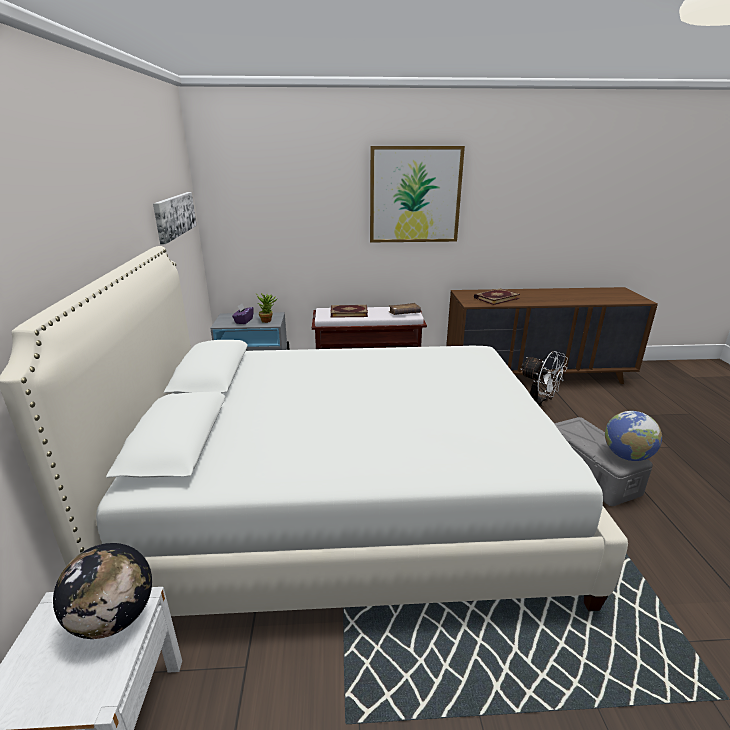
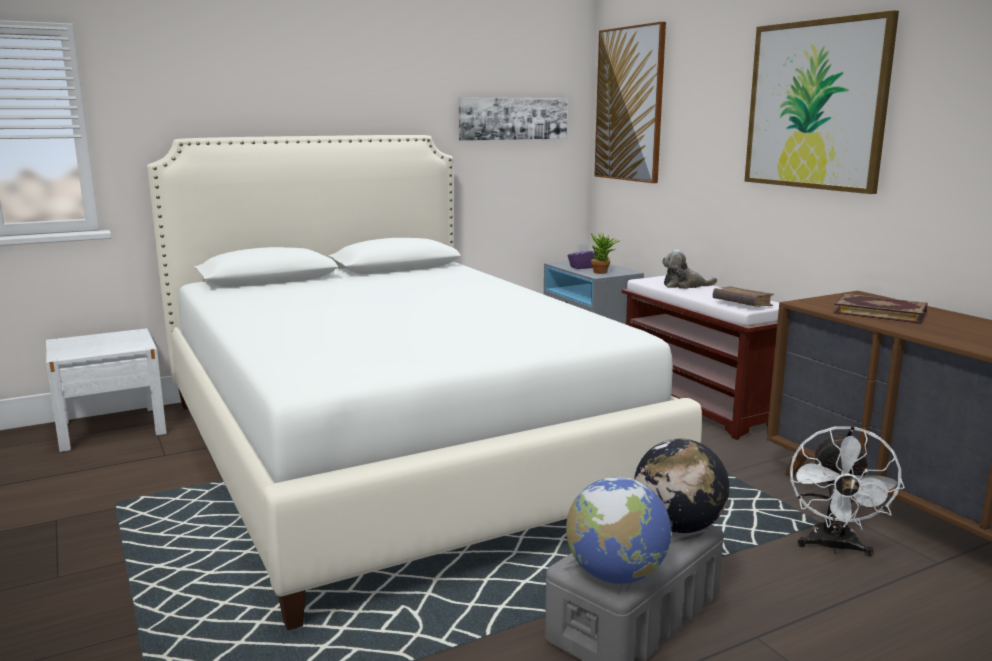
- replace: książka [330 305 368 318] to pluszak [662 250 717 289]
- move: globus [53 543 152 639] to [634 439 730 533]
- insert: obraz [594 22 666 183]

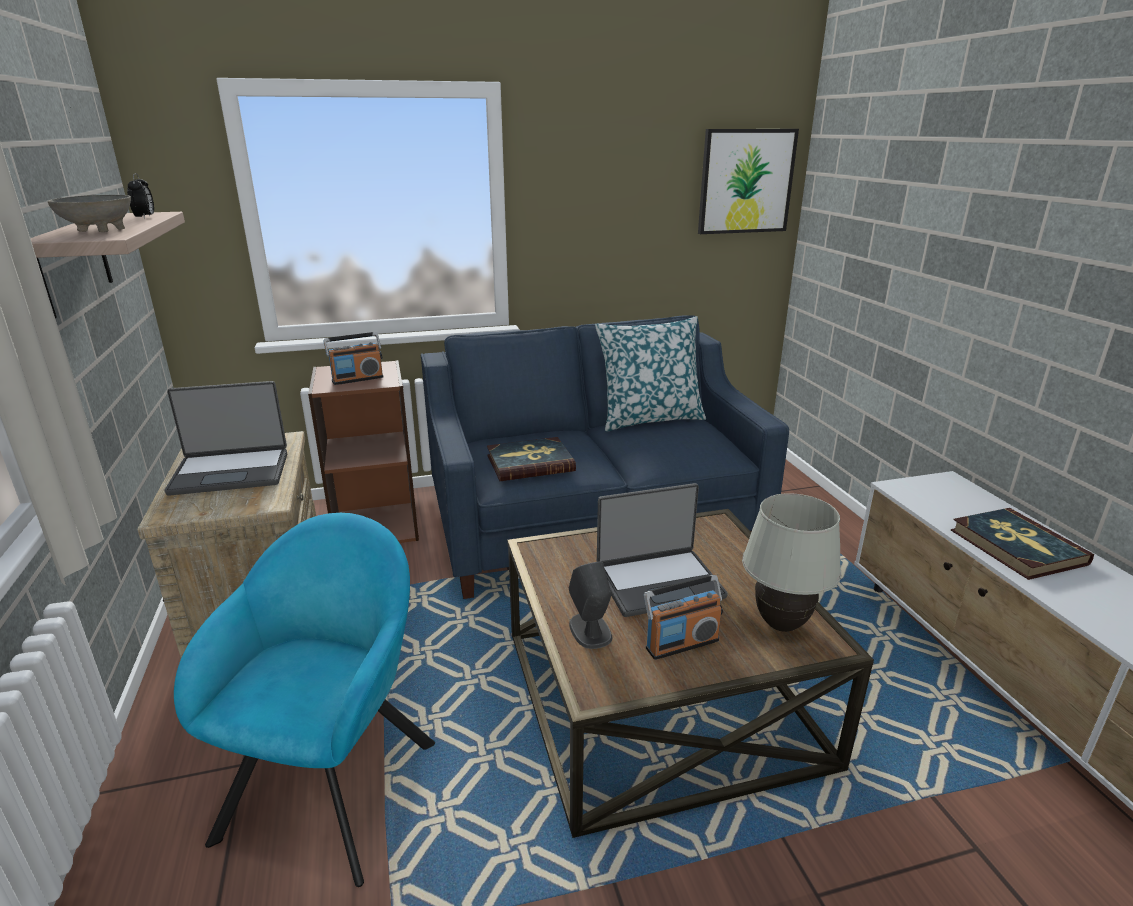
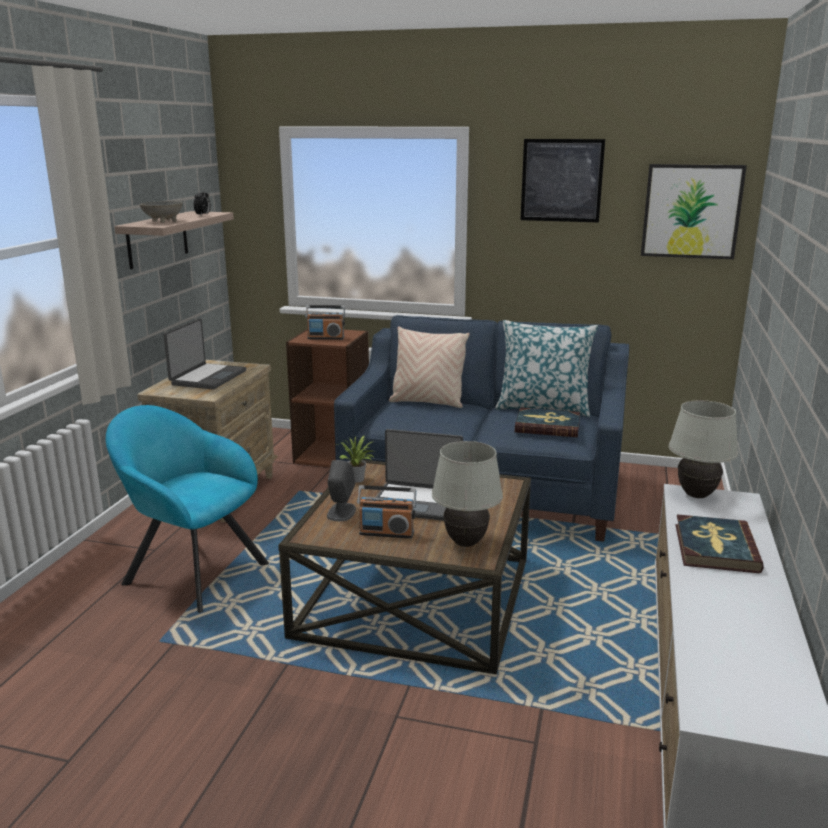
- rotate: laptop [165 381 287 496] = [163 318 246 389] 90 degrees counterclockwise
- move: książka [487 437 576 481] to [515 407 580 438]
- rotate: fotel (turkusowy) [174 513 435 887] = [106 405 269 613] 105 degrees counterclockwise
- insert: obraz [520 139 605 222]
- insert: poduszka (beżowy) [389 326 470 408]
- insert: lampa stołowa (biały) [669 400 738 498]
- insert: roślina doniczkowa [338 435 375 483]

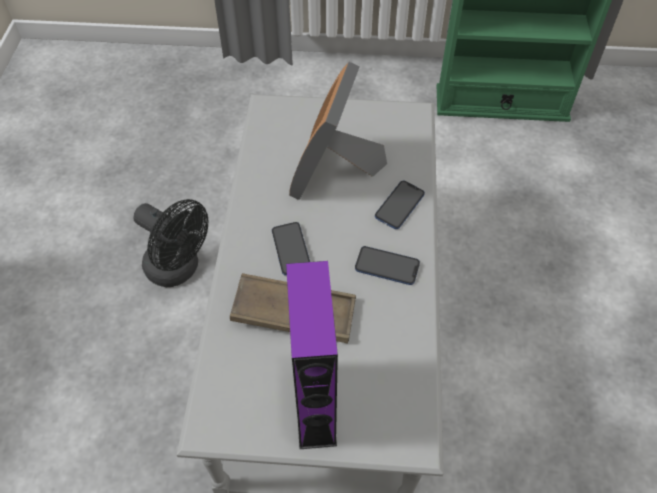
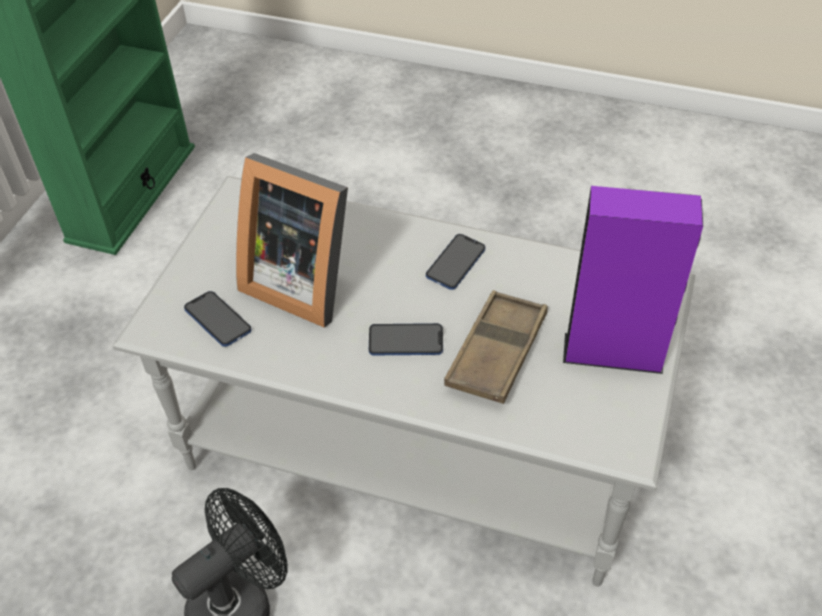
- move: telefon [375 181 425 229] to [184 291 252 347]

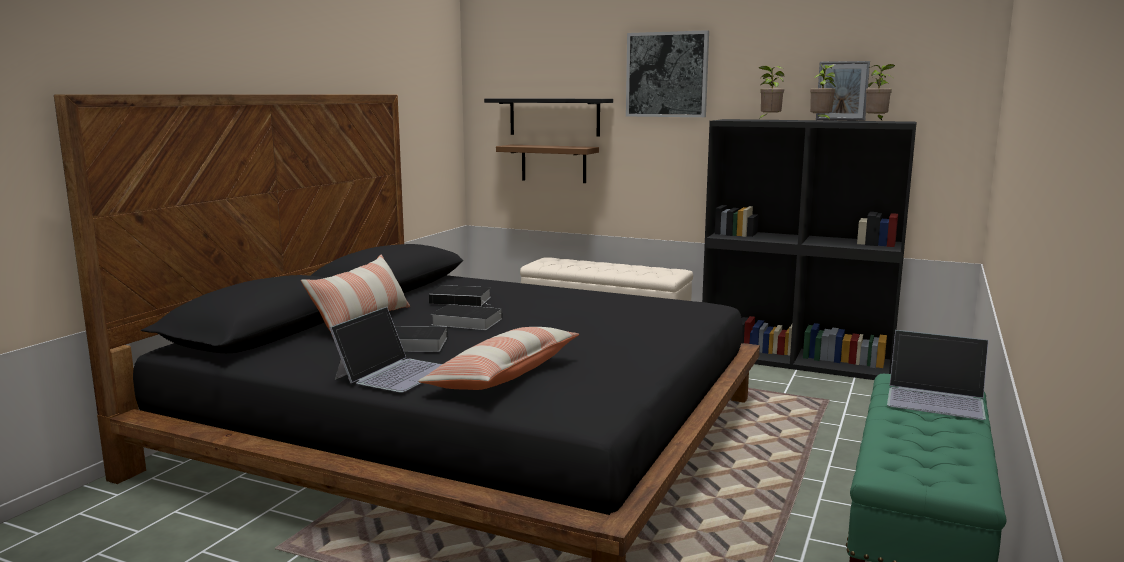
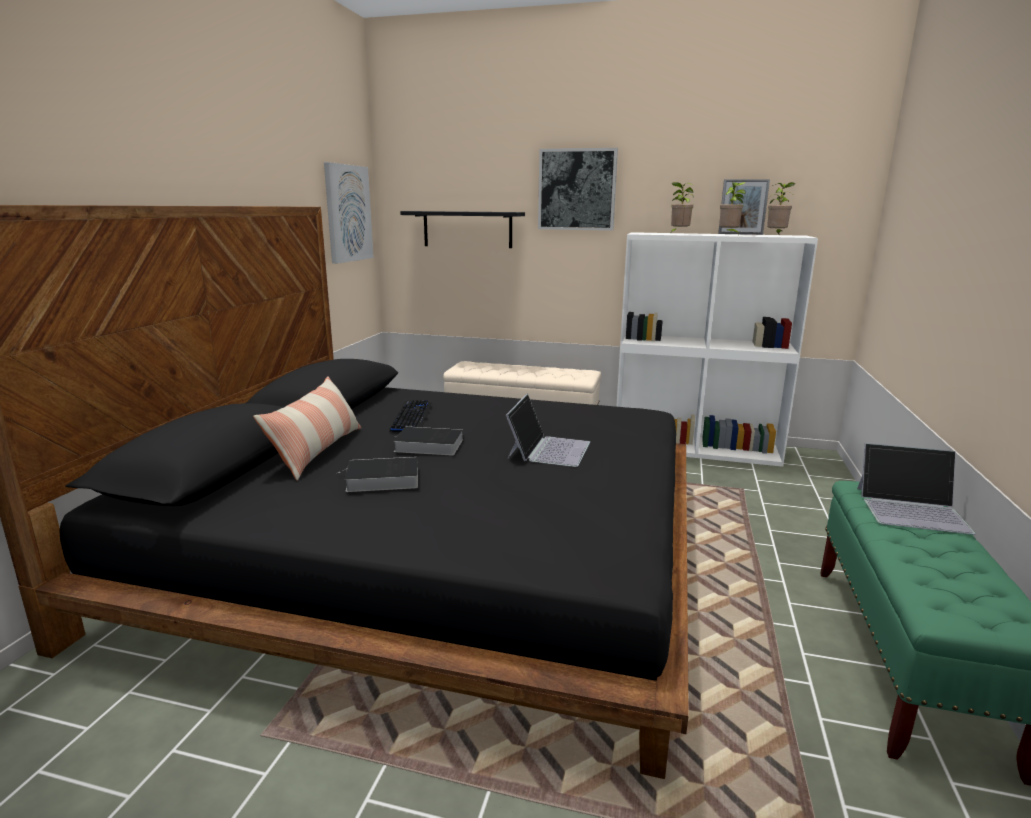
- recolor: regał (czarny) [702 119 917 380] to regał (biały) [616 232 818 467]
- delete: półka (brązowy) [496 145 599 183]
- replace: książka [429 285 493 306] to klawiatura [389 400 432 432]
- move: laptop [329 307 442 393] to [506 394 590 467]
- delete: poduszka [418 327 579 390]
- insert: obraz [324 162 374 264]

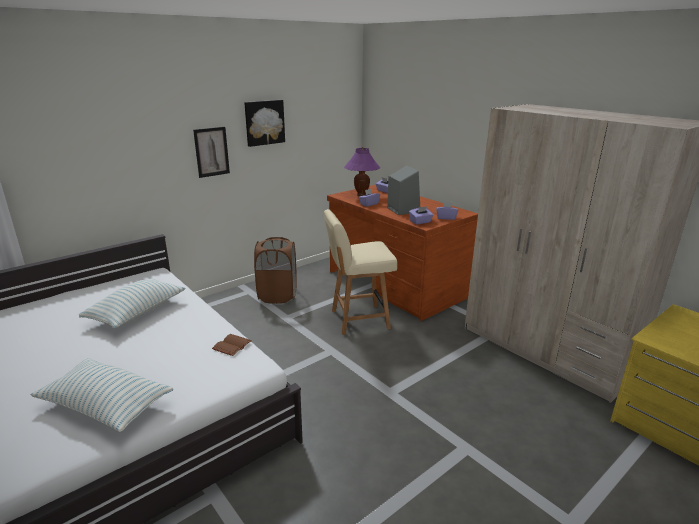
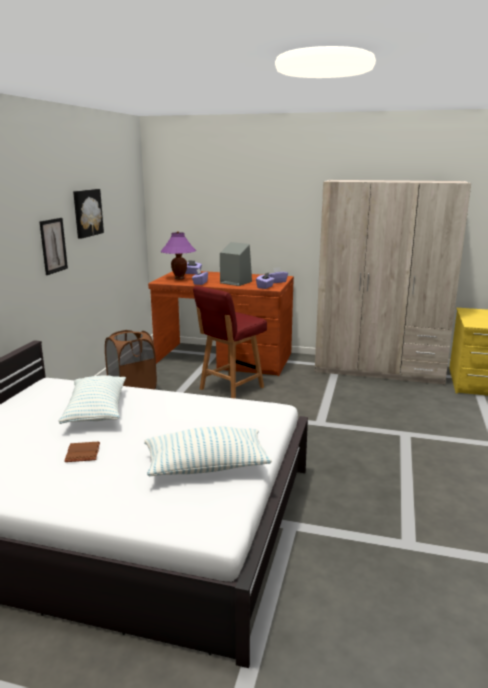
- recolor: krzesło (beżowy) [324 209 397 335] to krzesło (czerwony) [193 286 267 399]
- move: książka (brązowy) [212 334 252 356] to [64 441 100 462]

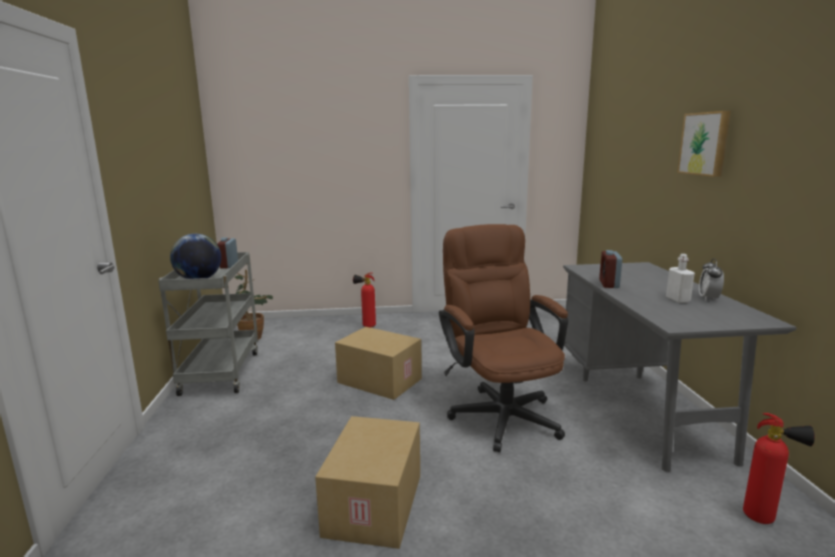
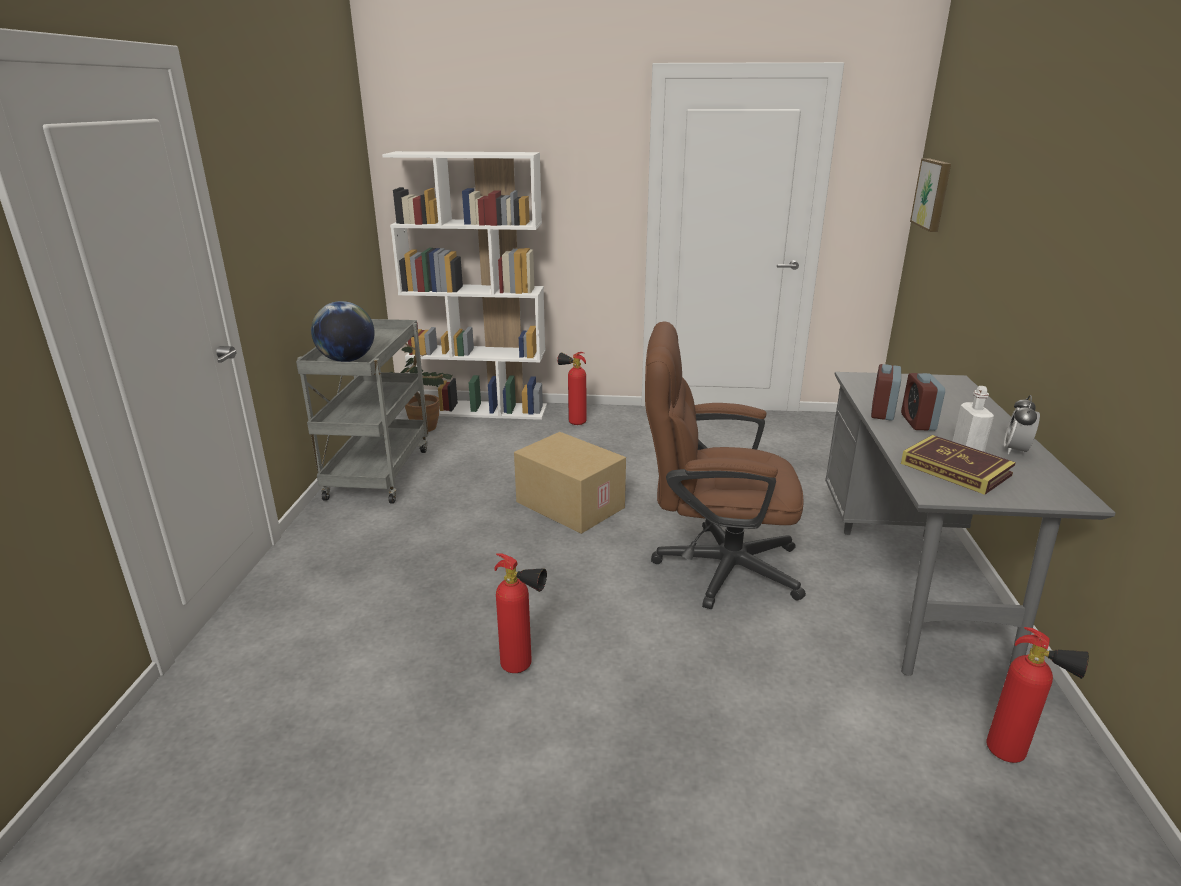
- move: obraz [677 111 731 177] to [910 158 951 232]
- rotate: krzesło biurowe (brązowy) [439 224 568 452] = [645 321 806 609] 75 degrees counterclockwise
- move: budzik [217 237 238 269] to [901 373 945 431]
- replace: karton [315 416 420 549] to gaśnica [494 553 547 673]
- insert: regał (biały) [382 151 547 420]
- insert: książka [901 435 1016 495]

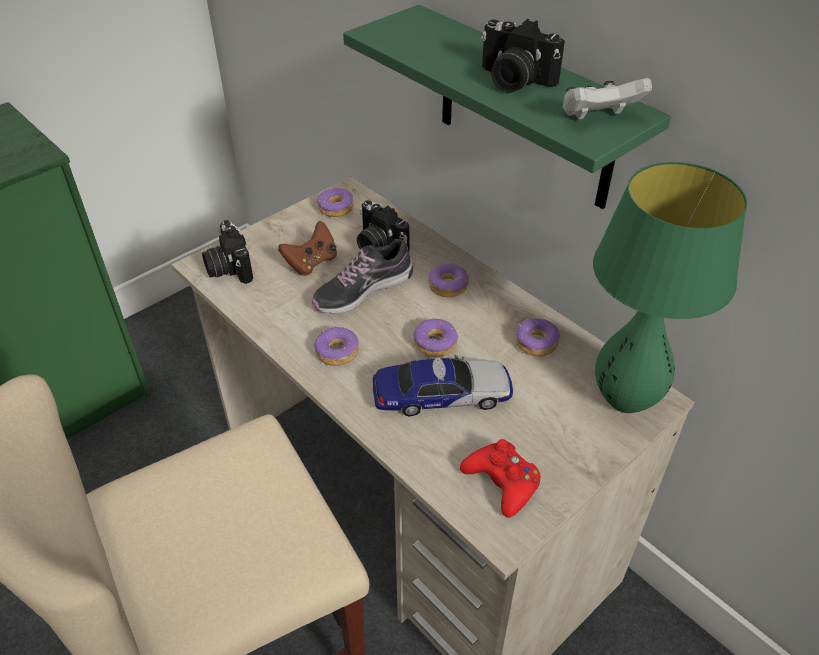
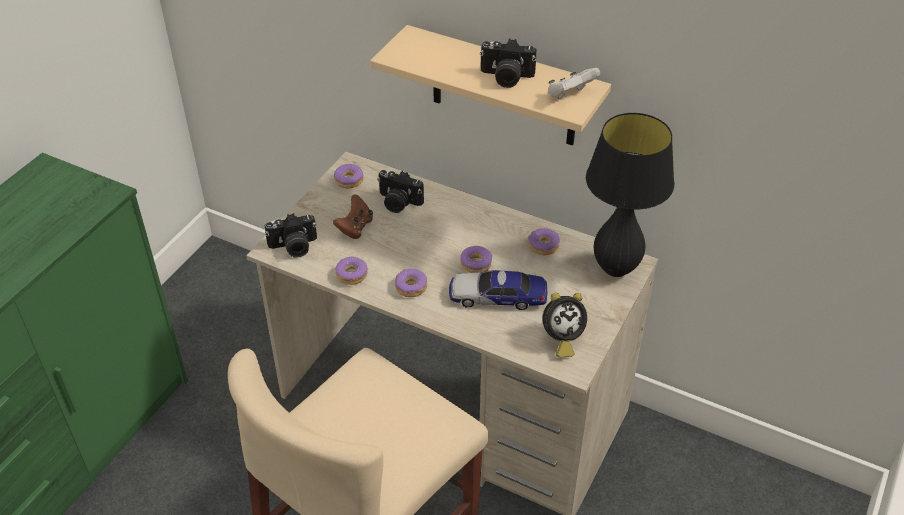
- recolor: półka (zielony) [343 5 671 209] to półka (beżowy) [370 25 611 146]
- recolor: lampa stołowa (zielony) [593 162 747 413] to lampa stołowa (czarny) [586 113 674 277]
- rotate: aparat fotograficzny [202 220 253 284] = [265 213 317 258] 60 degrees counterclockwise
- delete: but [312 235 413 314]
- move: donut [428 263 469 297] to [335 257 368 285]
- rotate: samochodzik [373 355 513 417] = [449 269 547 310] 150 degrees counterclockwise
- replace: pad do gier (czerwony) [460 439 541 518] to budzik [543 293 587 357]

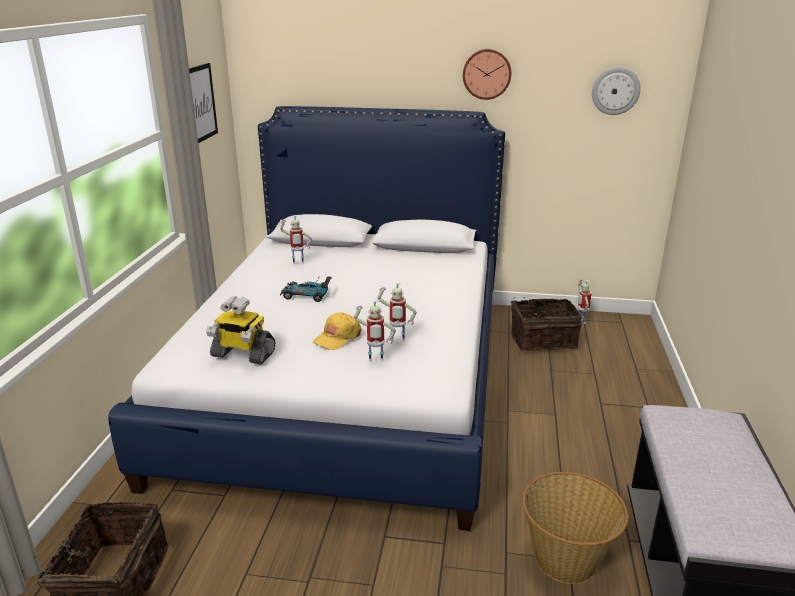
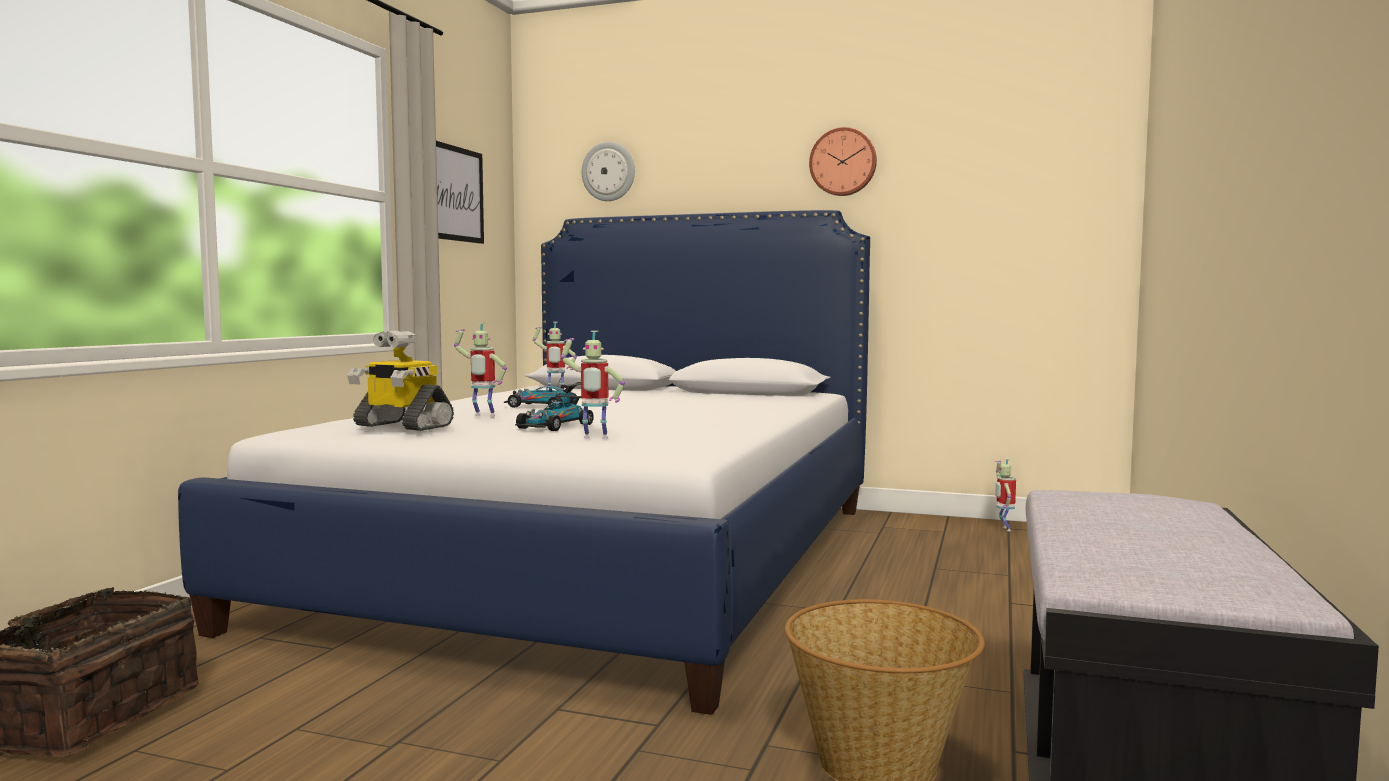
- move: zegar ścienny [592 67 641 115] to [582 142 635 201]
- move: robot zabawkowy [378 282 417 341] to [454 323 507 416]
- delete: koszyk [511 297 582 352]
- replace: czapka z daszkiem (żółty) [313 313 362 350] to samochodzik [515 389 594 431]

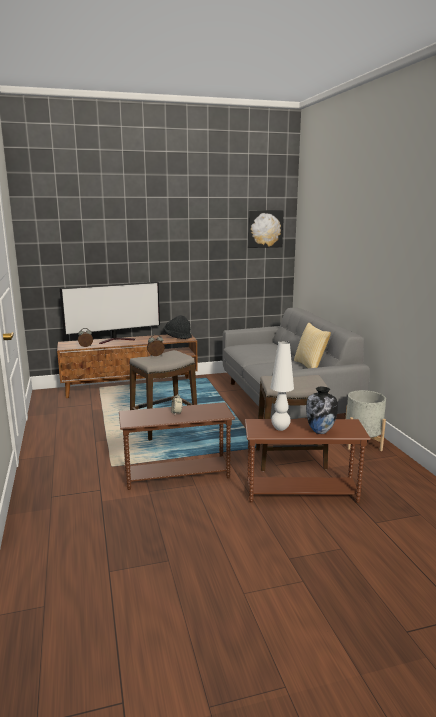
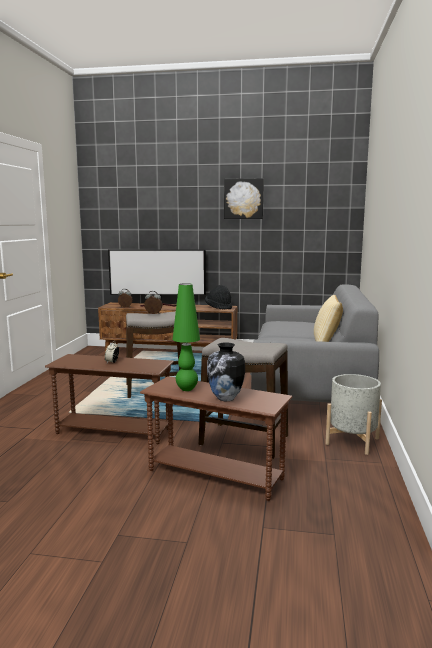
- move: obraz [248 210 284 248] to [224 178 264 219]
- recolor: lampa stołowa (biały) [270 341 294 431] to lampa stołowa (zielony) [172 283 200 391]

